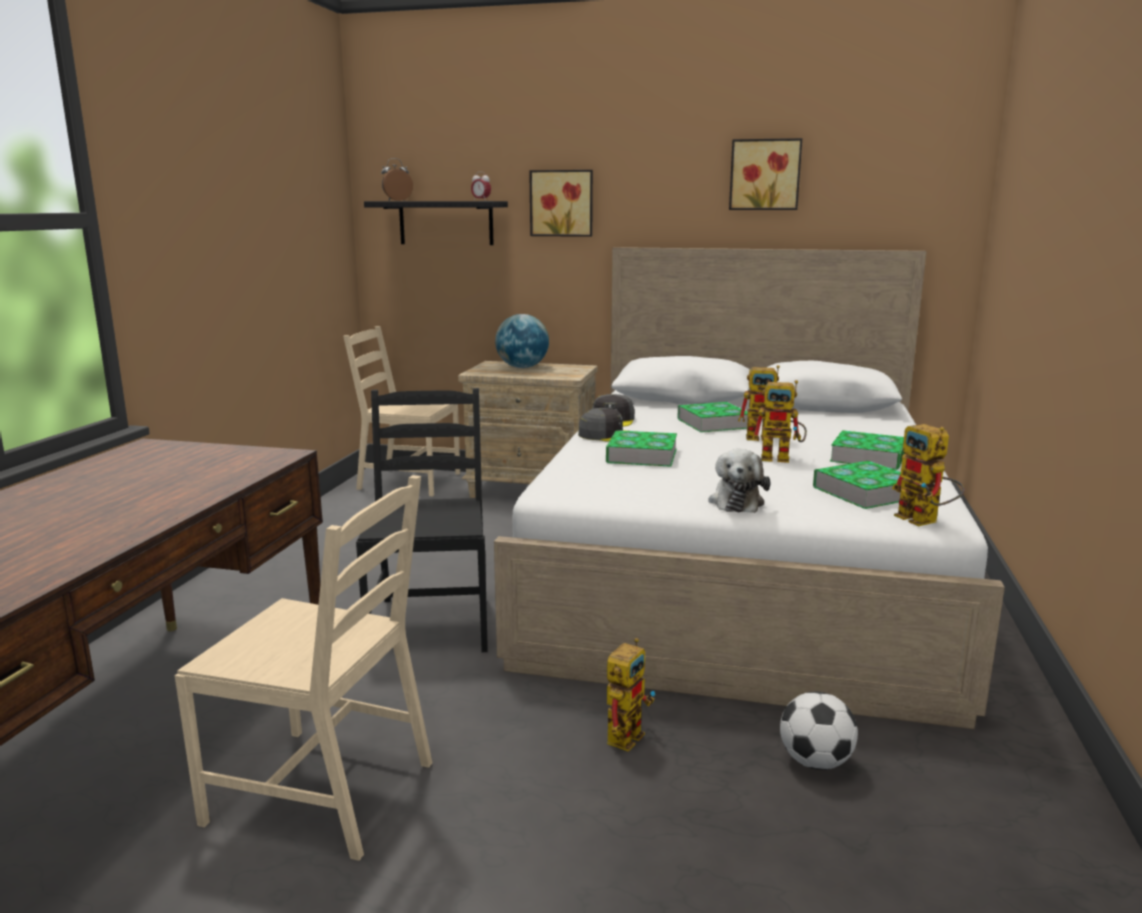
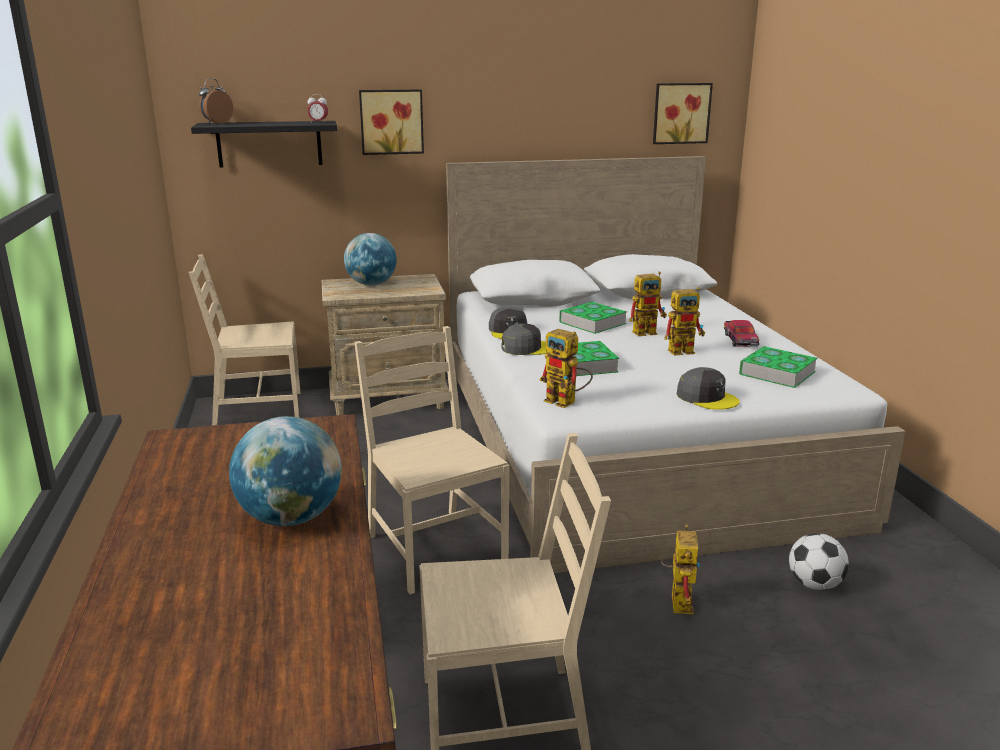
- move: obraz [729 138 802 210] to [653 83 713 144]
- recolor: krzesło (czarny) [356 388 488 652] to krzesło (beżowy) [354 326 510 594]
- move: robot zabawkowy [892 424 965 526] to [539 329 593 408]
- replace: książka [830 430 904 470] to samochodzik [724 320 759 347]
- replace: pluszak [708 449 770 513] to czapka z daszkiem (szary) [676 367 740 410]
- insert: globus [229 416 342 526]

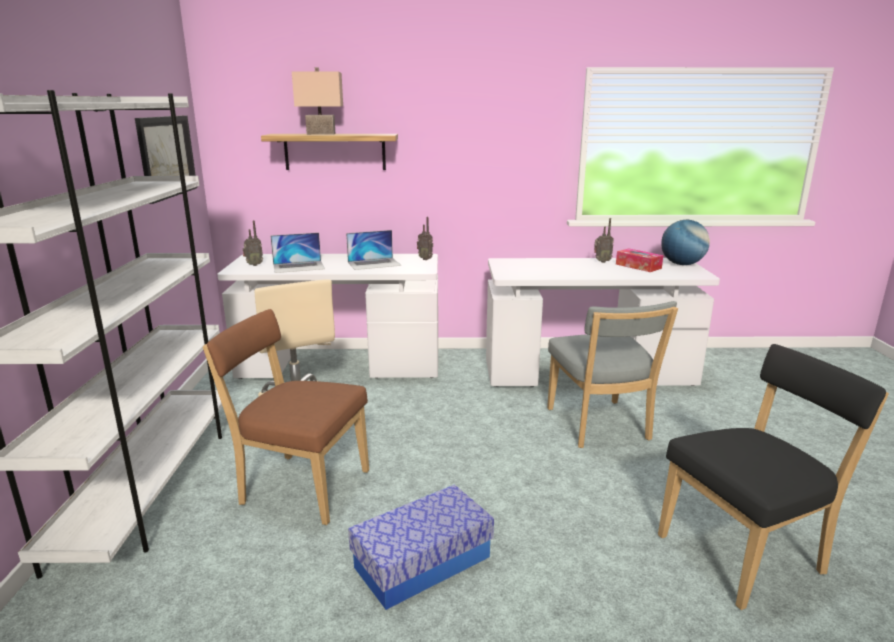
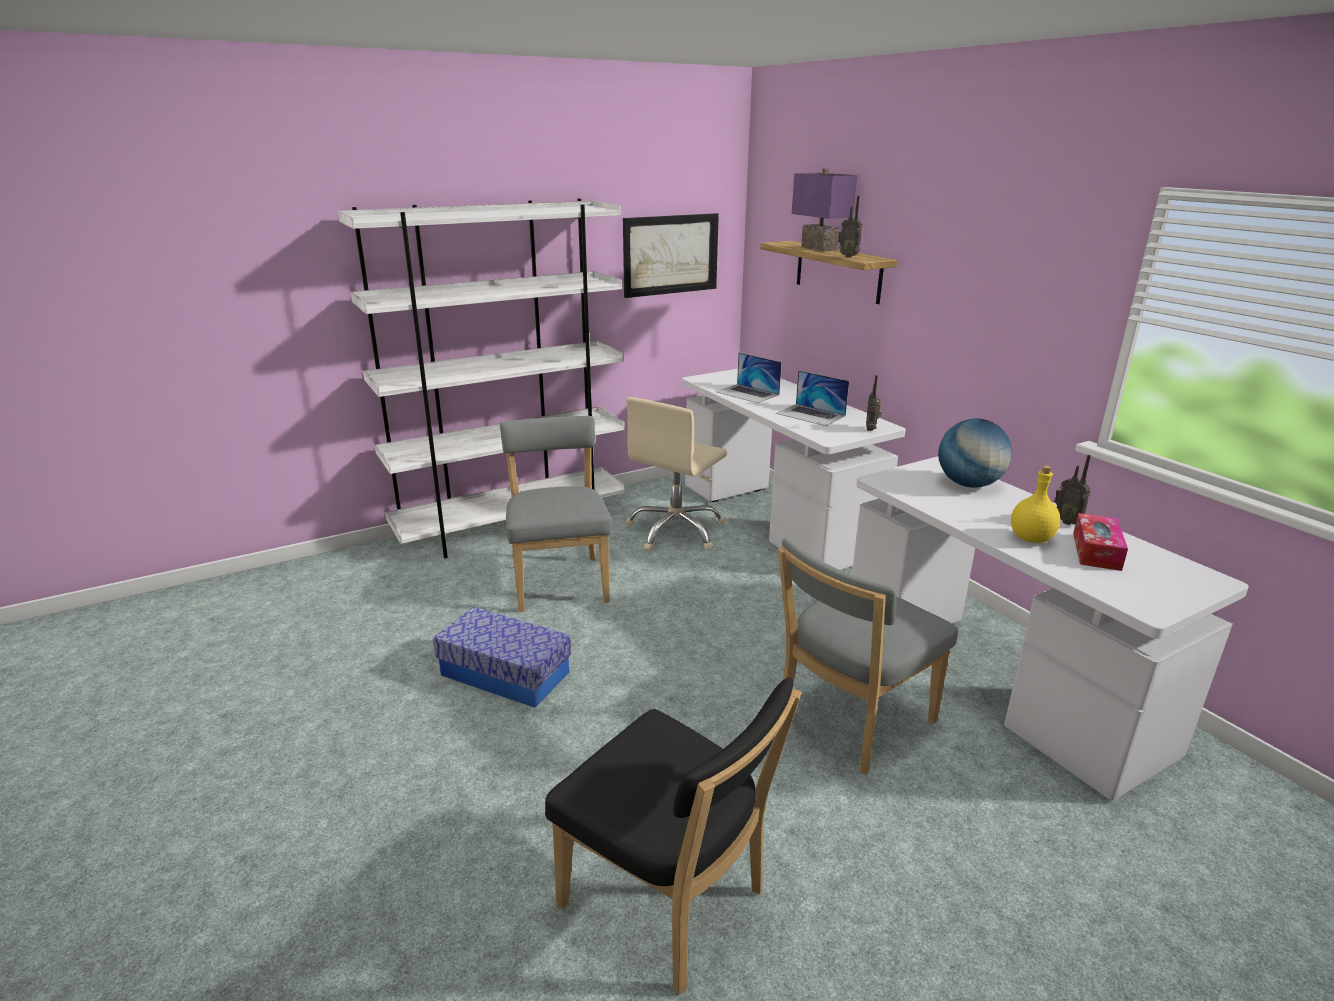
- recolor: lampa stołowa (beżowy) [292 67 343 135] to lampa stołowa (fioletowy) [792 168 857 251]
- move: radio [242 220 263 266] to [838 196 862 258]
- move: globus [661 220 710 265] to [938 418 1012 488]
- recolor: krzesło (brązowy) [203 309 369 525] to krzesło (szary) [500 416 612 612]
- insert: butelka (żółty) [1011 465 1060 543]

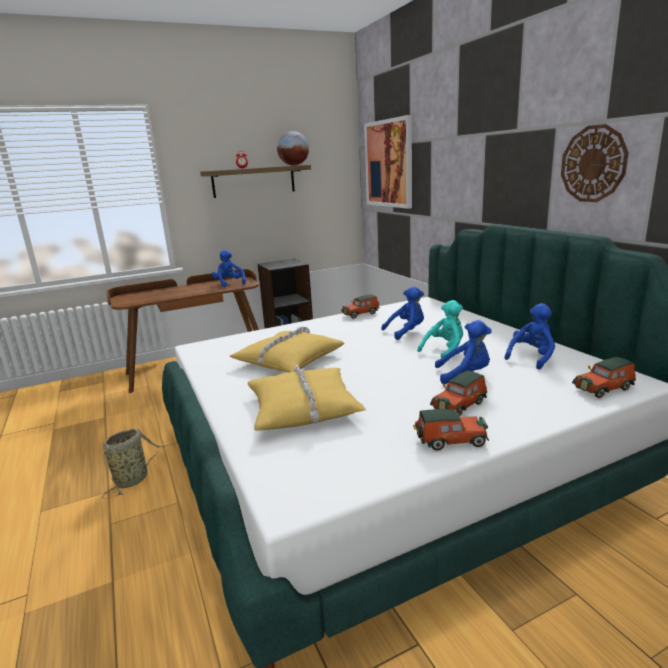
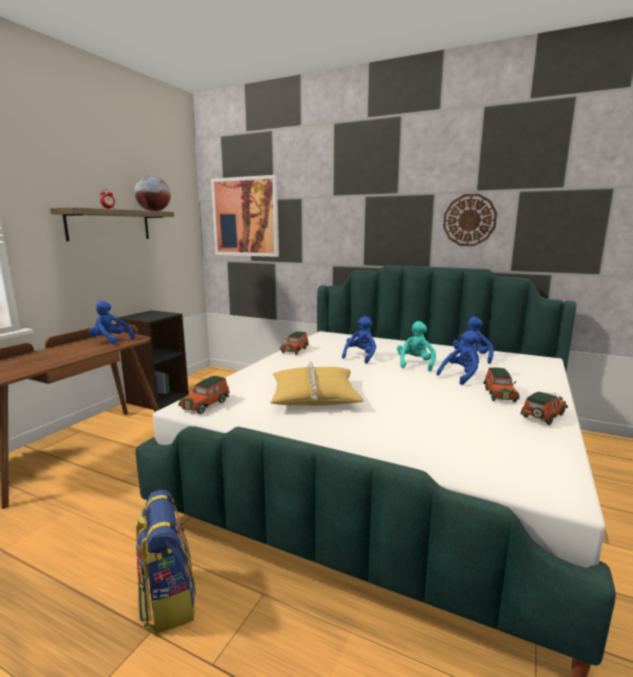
- move: samochodzik [572 357 636 398] to [178 376 230 414]
- delete: poduszka (żółty) [247 365 366 431]
- replace: koszyk [102 429 165 499] to plecak [136 490 196 634]

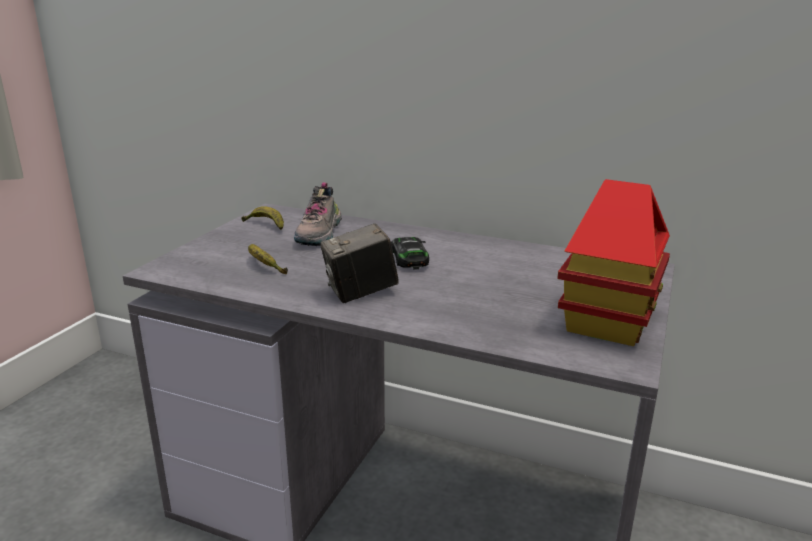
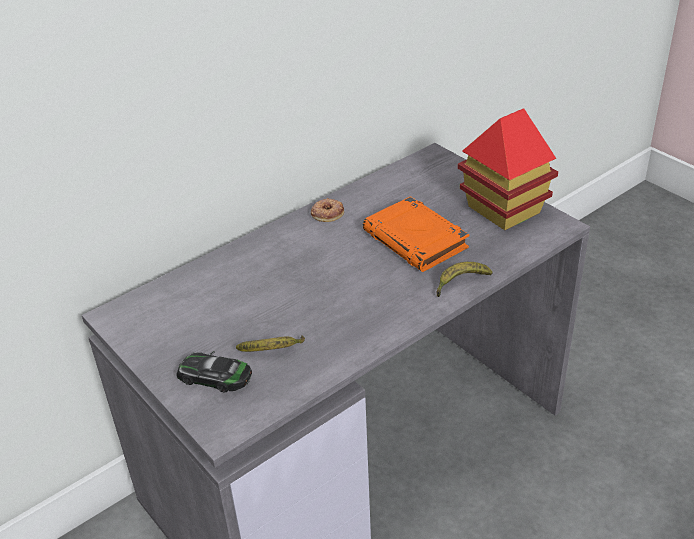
- delete: but [294 182 342 246]
- move: banan [241 206 284 230] to [436 262 493 297]
- delete: aparat fotograficzny [320 223 399 303]
- move: samochodzik [391 237 429 270] to [177 351 252 393]
- insert: książka (pomarańczowy) [363 196 469 272]
- insert: donut [311 198 344 222]

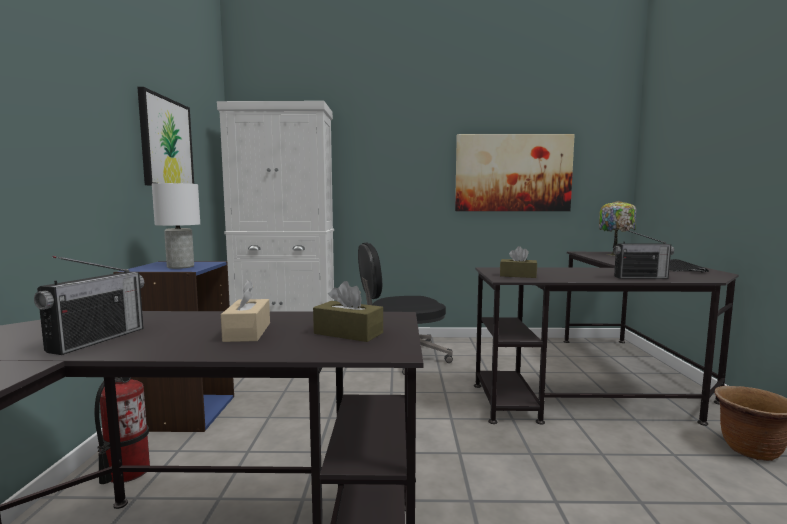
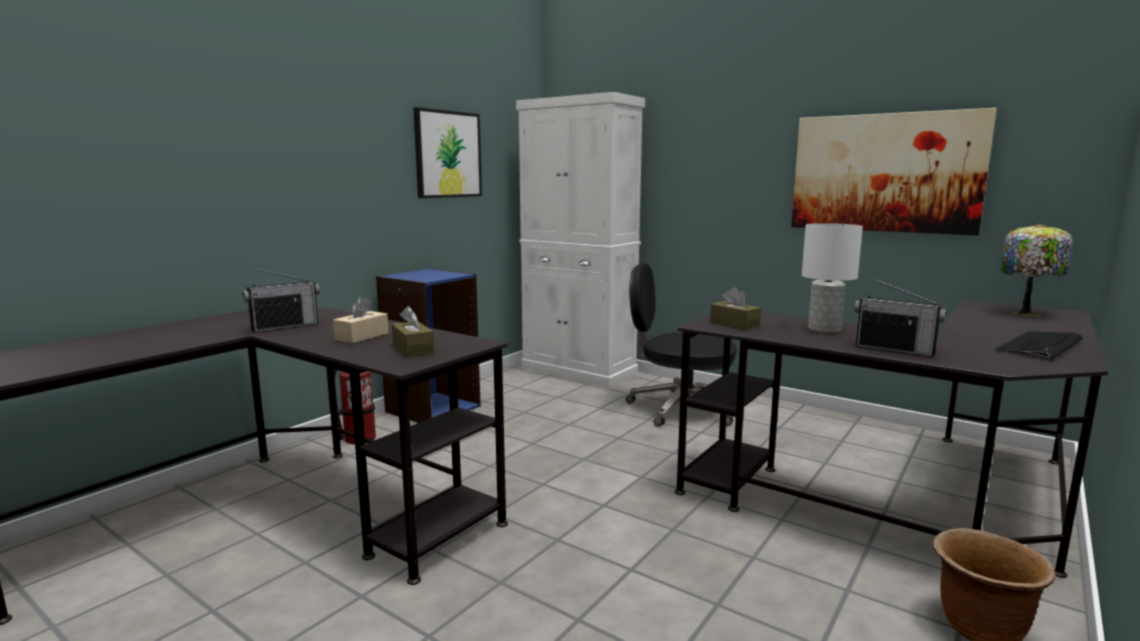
- move: lampa stołowa (biały) [152 183 200 269] to [802 223 863 333]

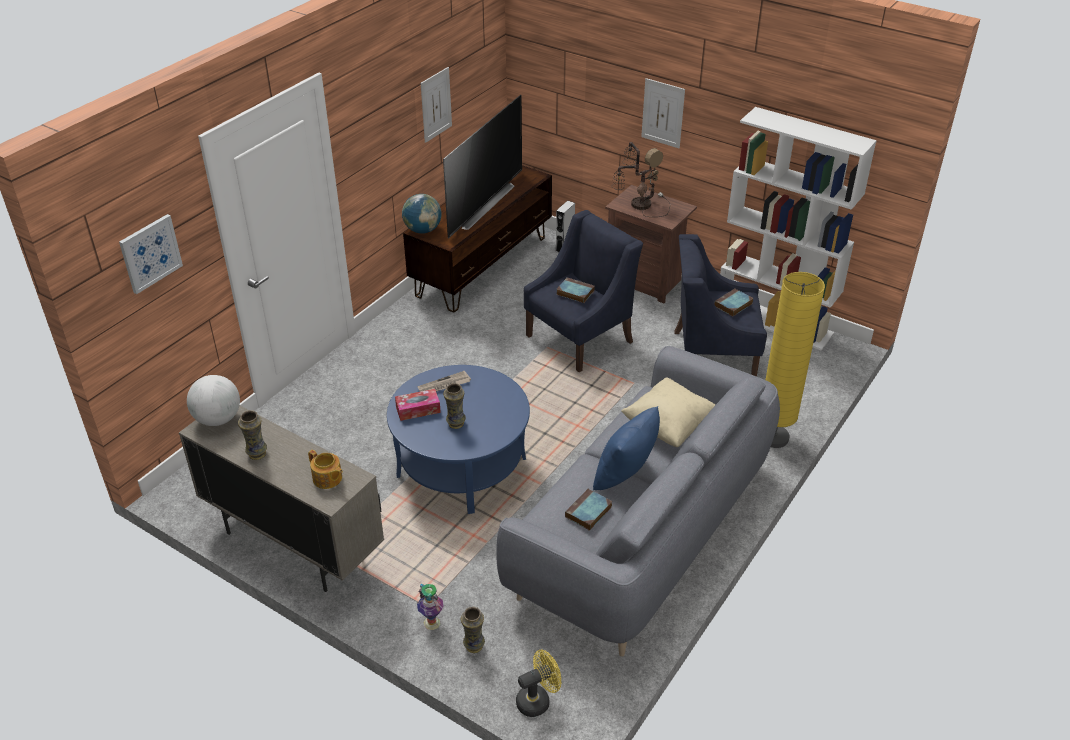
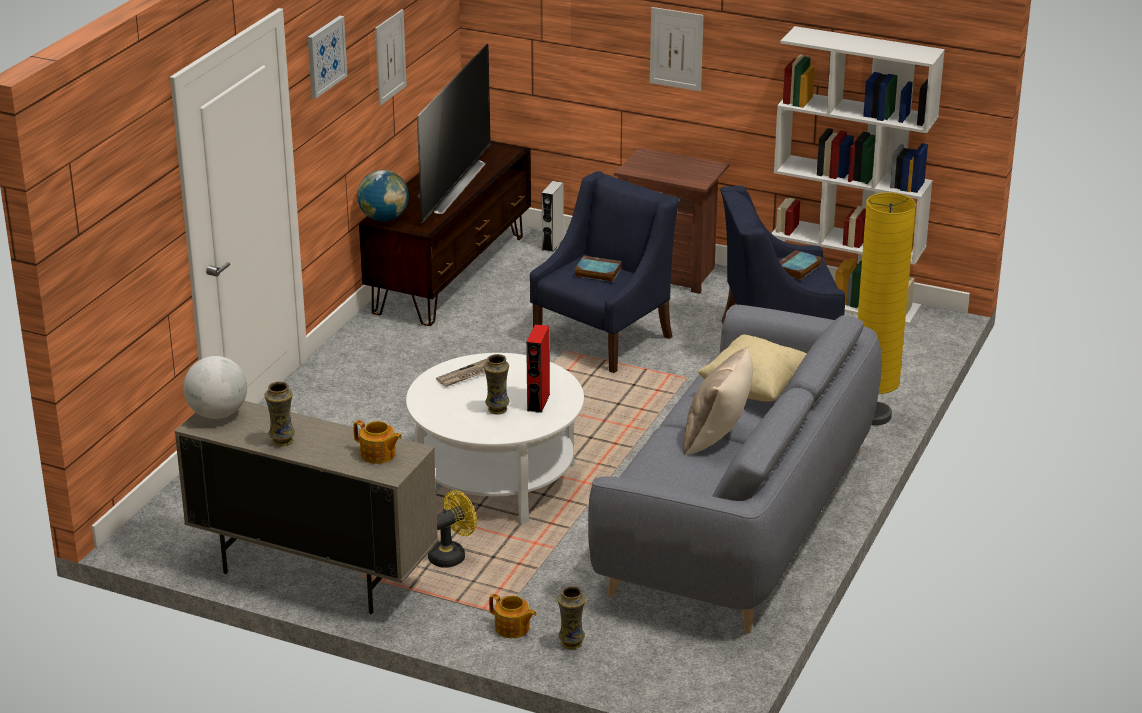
- delete: lampa stołowa [612 142 670 217]
- move: obraz [119 214 183 294] to [308 16 347 99]
- recolor: ława (niebieski) [387 365 530 514] to ława (biały) [406 353 584 524]
- delete: pudełko chusteczek [395 389 441 421]
- recolor: poduszka (niebieski) [593 406 660 490] to poduszka (beżowy) [683 347 753 455]
- delete: książka [565 489 612 531]
- replace: wazon [417 584 444 630] to imbryk [489 594 537 638]
- move: wentylator (żółty) [516 650 561 717] to [428 490 477 568]
- insert: głośnik (czerwony) [526 324 550 413]

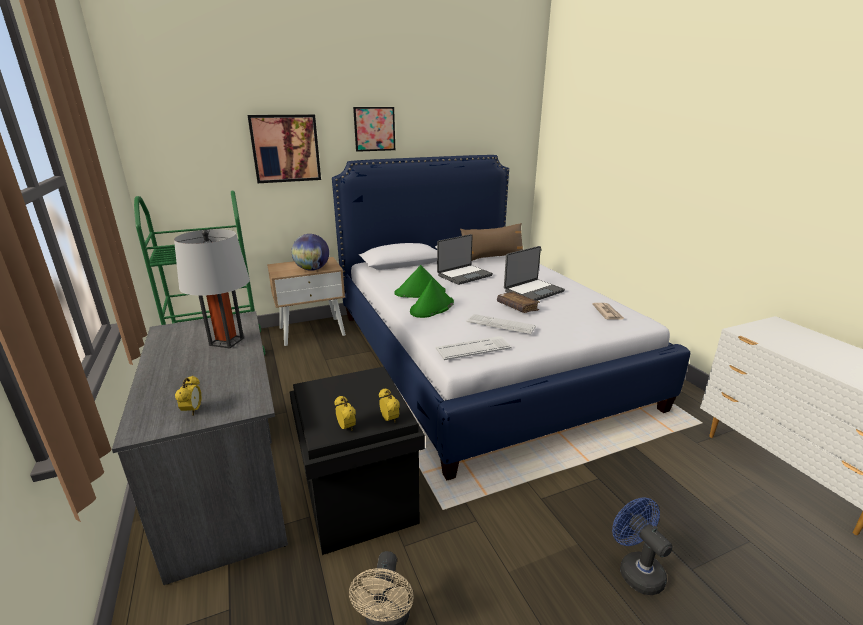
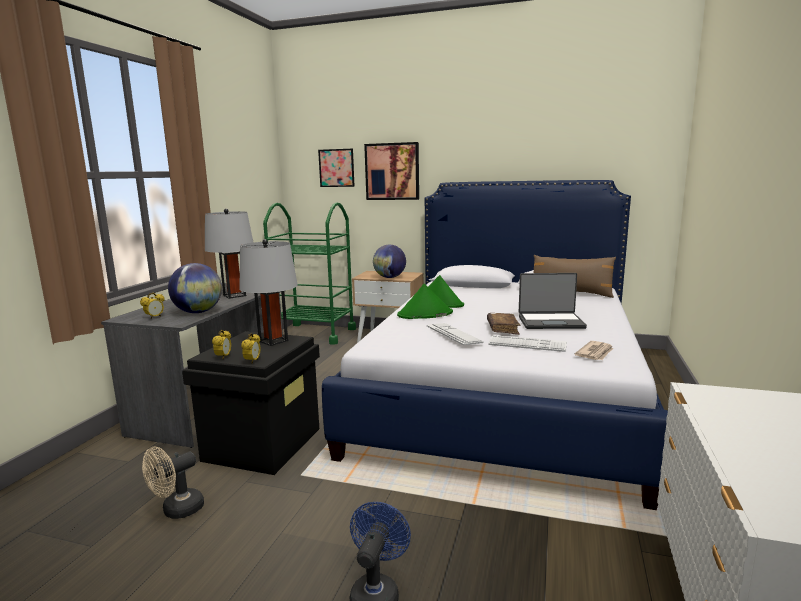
- move: obraz [353 107 395 152] to [318 149 355 187]
- delete: laptop [437 234 493 285]
- move: klawiatura [436 336 512 360] to [488 335 567 352]
- insert: lampa stołowa (szary) [239 239 298 346]
- insert: globus [168 263 222 313]

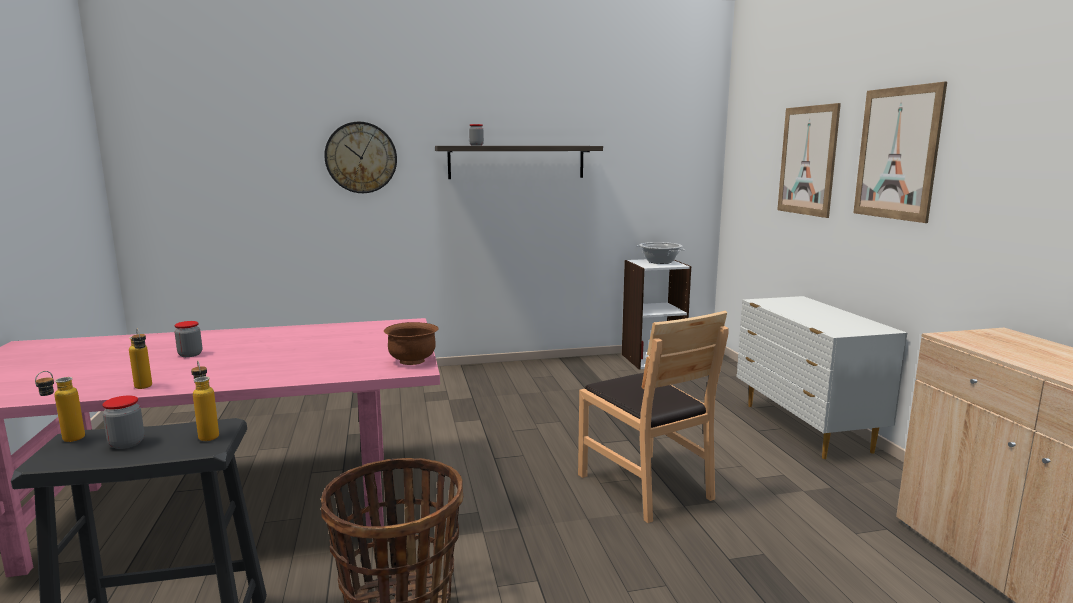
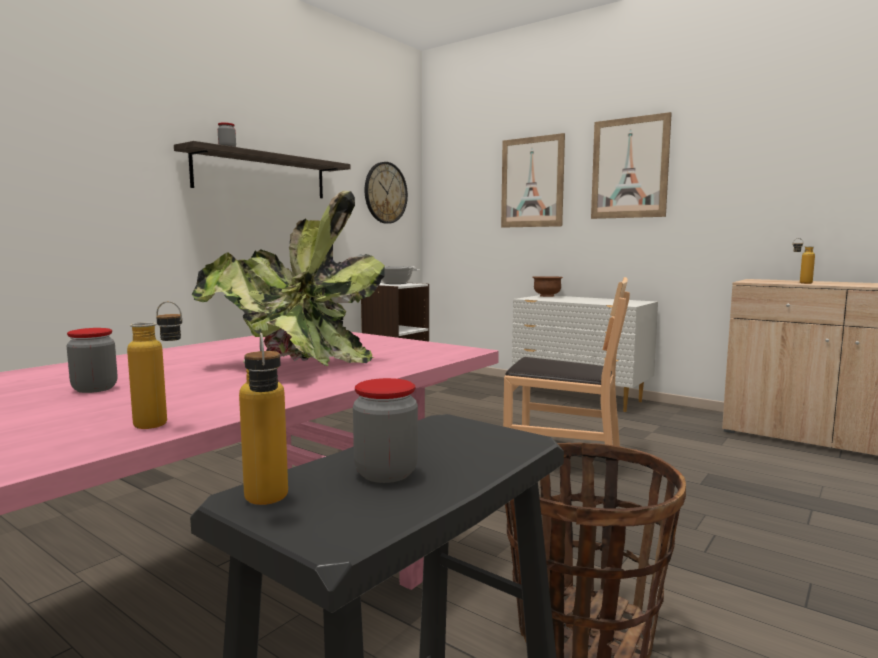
- move: zegar ścienny [324 122 397 193] to [365 162 408 224]
- move: miska (brązowy) [384 322 439 365] to [533 276 563 297]
- move: butelka [191 360 219 441] to [793 238 815 284]
- insert: roślina doniczkowa [192 191 385 366]

